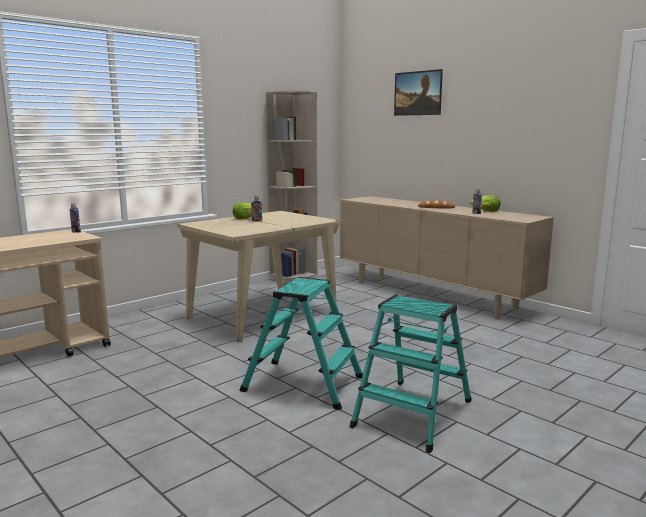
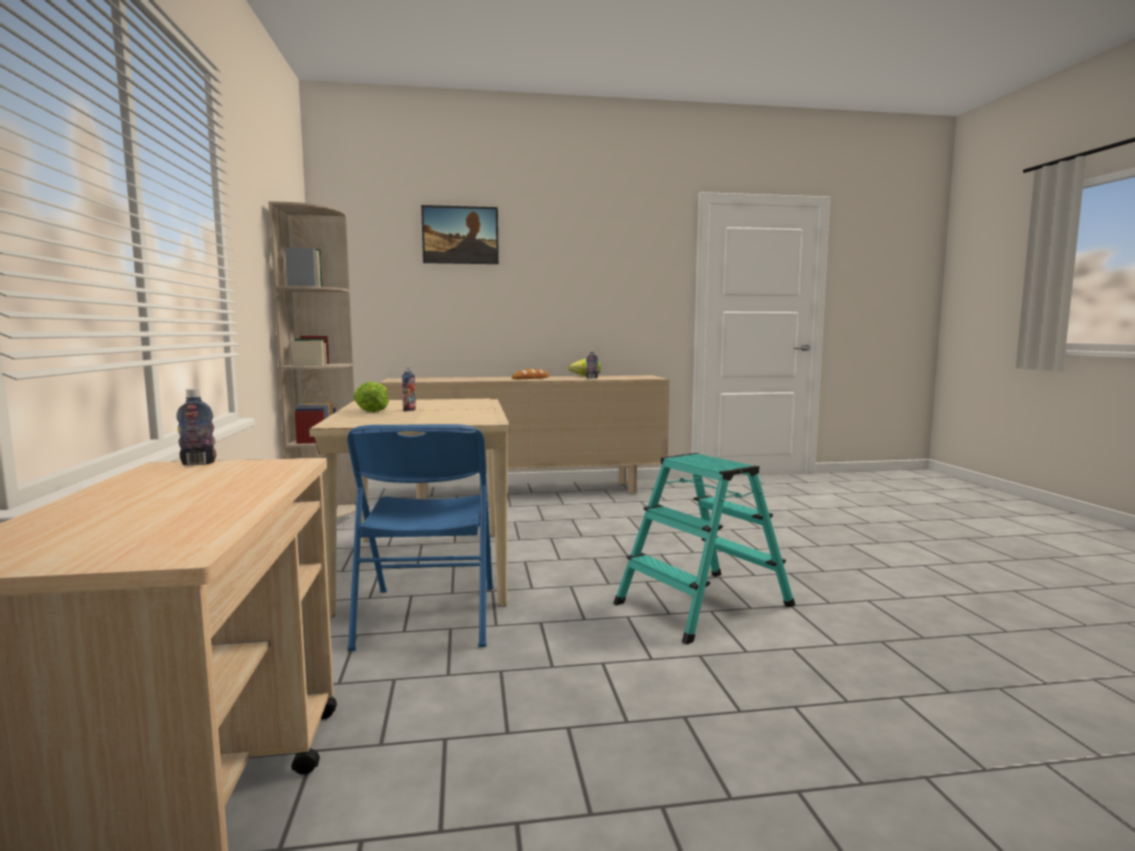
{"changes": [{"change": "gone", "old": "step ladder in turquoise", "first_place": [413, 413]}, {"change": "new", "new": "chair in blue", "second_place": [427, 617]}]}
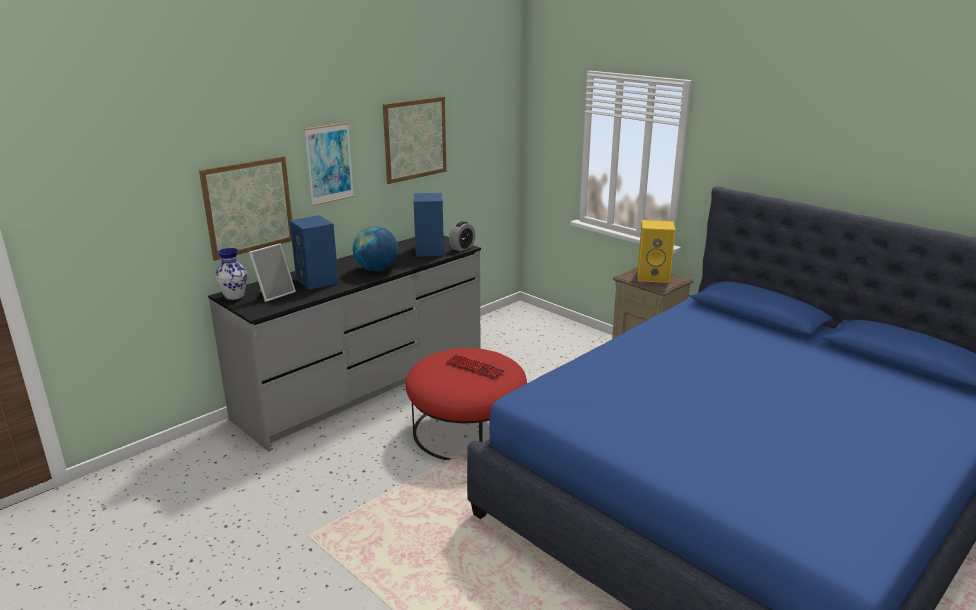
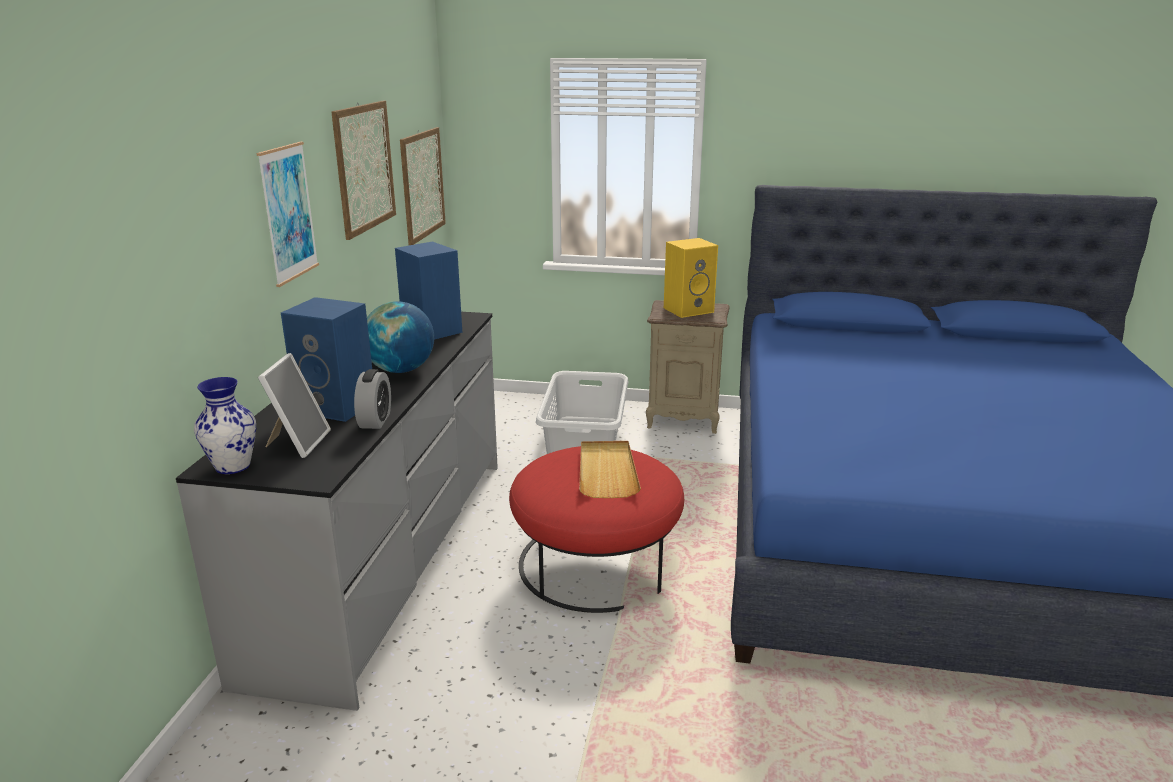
{"changes": [{"change": "shifted", "old": "picture", "first_place": [248, 206], "second_place": [422, 183]}, {"change": "shifted", "old": "alarm clock", "first_place": [462, 248], "second_place": [375, 420]}, {"change": "swapped", "old": "keyboard", "new": "tray in beige", "first_place": [474, 368], "second_place": [607, 471]}, {"change": "new", "new": "laundry basket in grey", "second_place": [585, 439]}]}
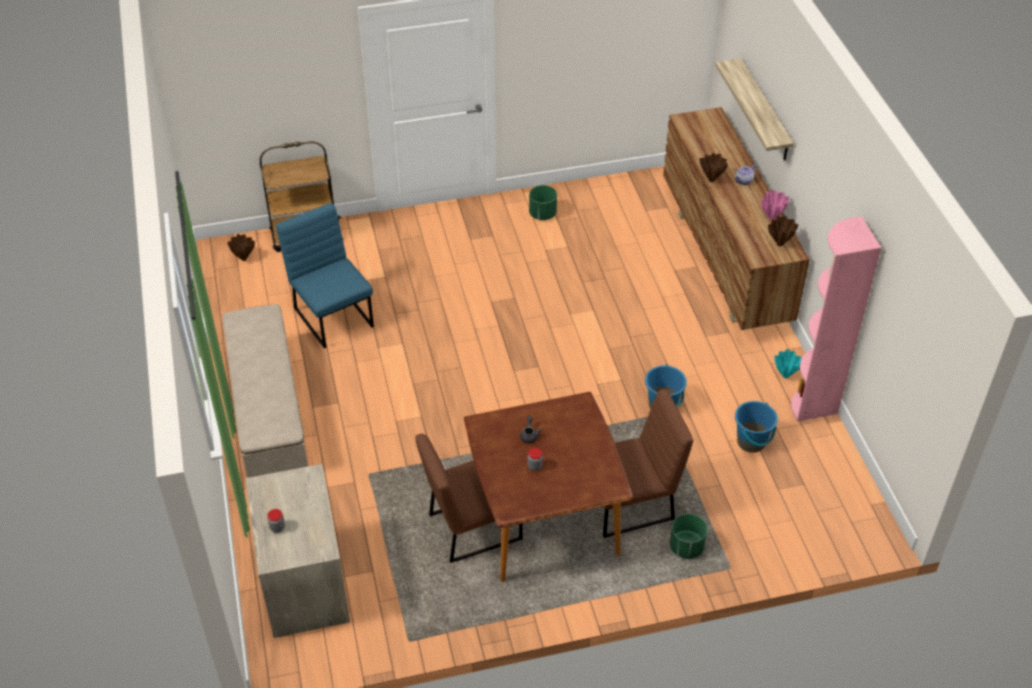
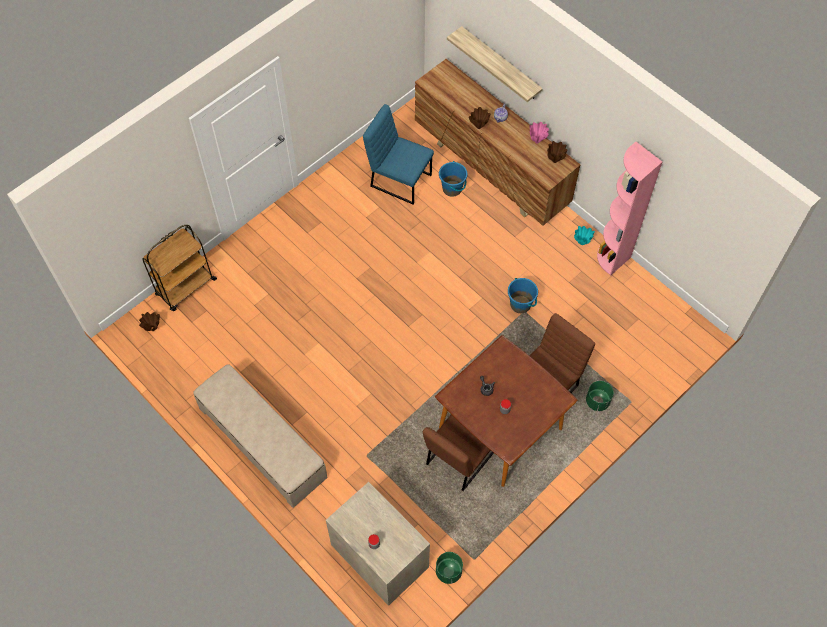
{"changes": [{"change": "shifted", "old": "planter in green", "first_place": [542, 214], "second_place": [448, 571]}, {"change": "shifted", "old": "chair in blue", "first_place": [333, 315], "second_place": [399, 179]}, {"change": "shifted", "old": "bucket in blue", "first_place": [751, 442], "second_place": [452, 188]}]}
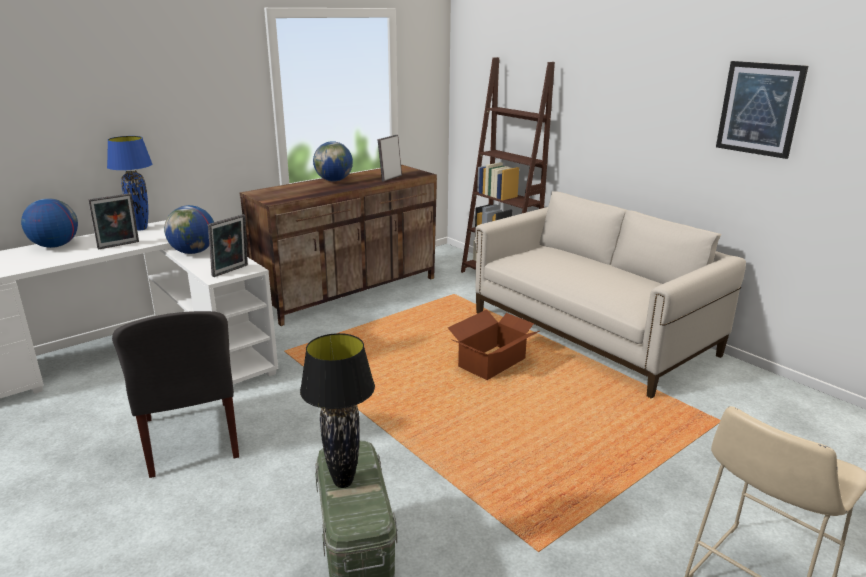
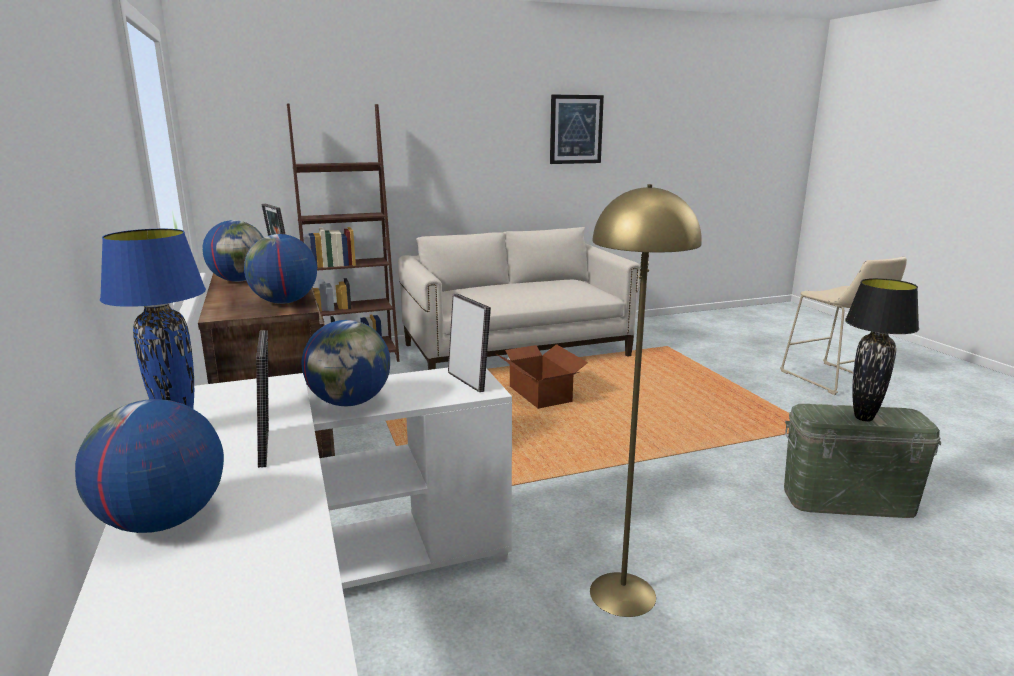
{"changes": [{"change": "swapped", "old": "chair in grey", "new": "floor lamp in yellow", "first_place": [191, 440], "second_place": [623, 594]}, {"change": "new", "new": "globe", "second_place": [284, 302]}]}
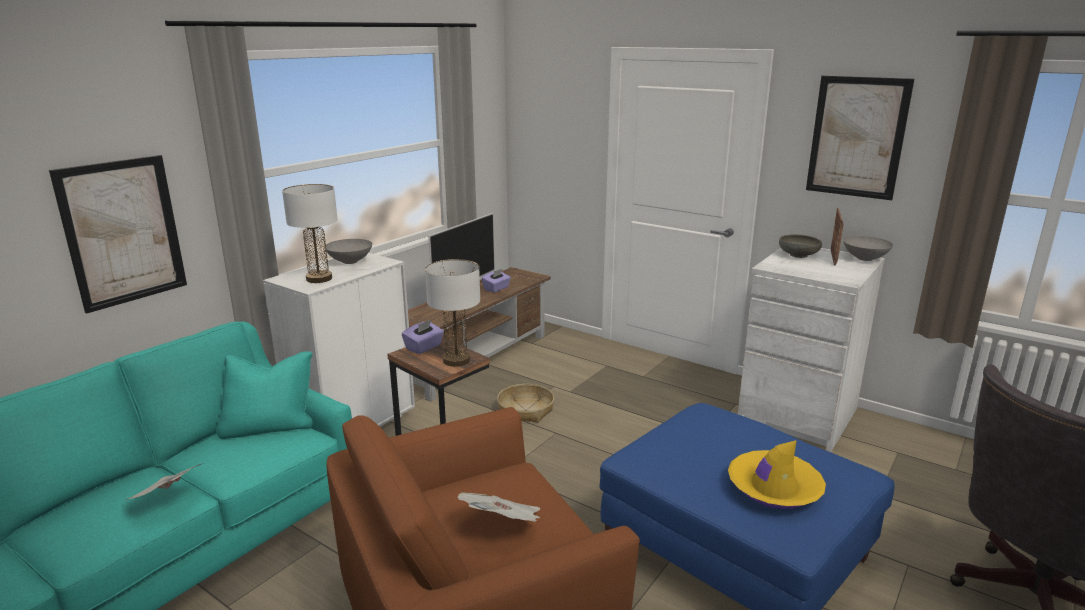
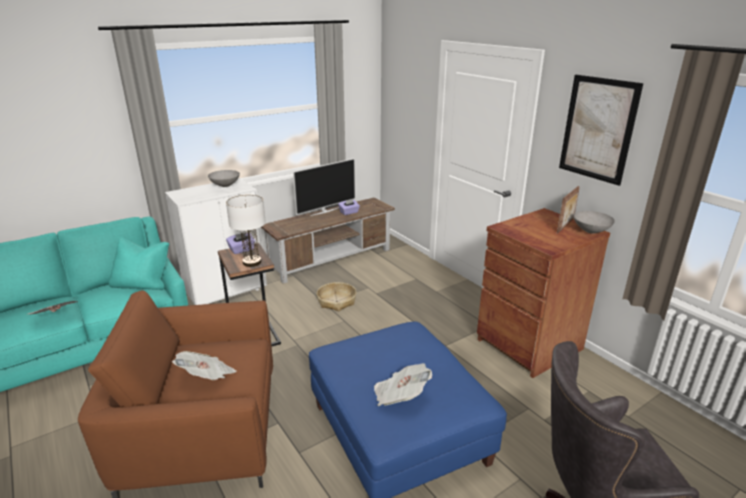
{"changes": [{"change": "gone", "old": "picture", "first_place": [123, 232]}, {"change": "gone", "old": "table lamp", "first_place": [318, 279]}, {"change": "gone", "old": "bowl in grey", "first_place": [798, 255]}, {"change": "repainted", "old": "dresser in white", "new": "dresser in brown", "first_place": [798, 416], "second_place": [529, 345]}, {"change": "swapped", "old": "hat in yellow", "new": "newspaper", "first_place": [774, 488], "second_place": [400, 396]}]}
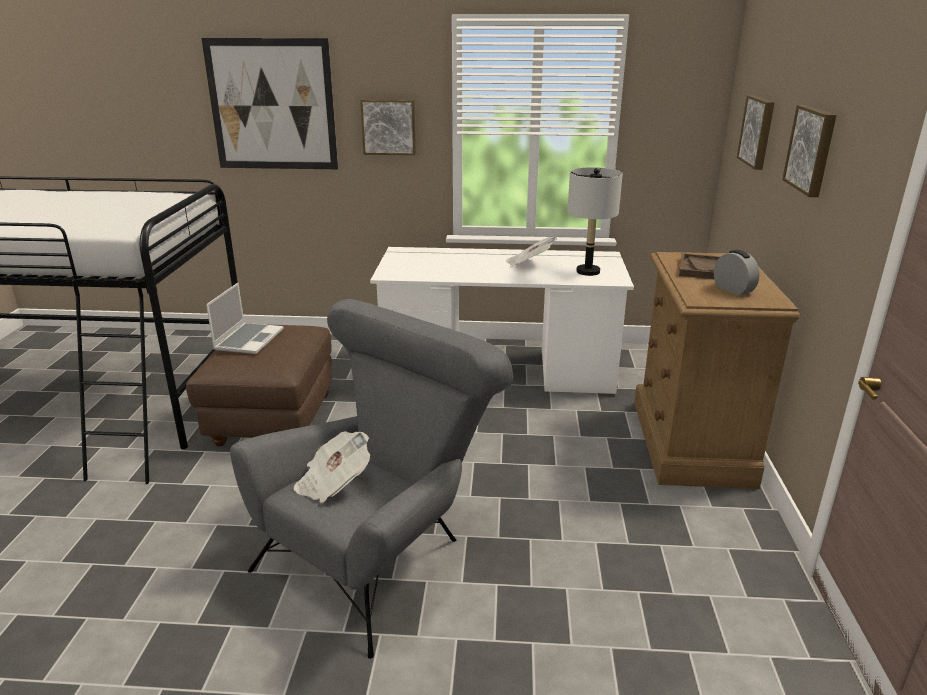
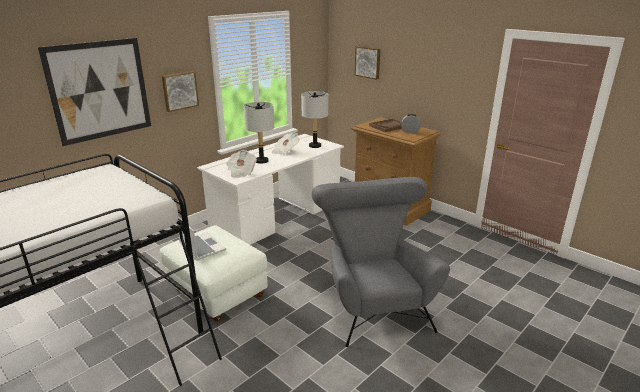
{"changes": [{"change": "gone", "old": "picture", "first_place": [812, 149]}, {"change": "repainted", "old": "ottoman in brown", "new": "ottoman in white", "first_place": [272, 417], "second_place": [217, 292]}, {"change": "shifted", "old": "newspaper", "first_place": [333, 483], "second_place": [241, 172]}, {"change": "new", "new": "table lamp in grey", "second_place": [261, 161]}]}
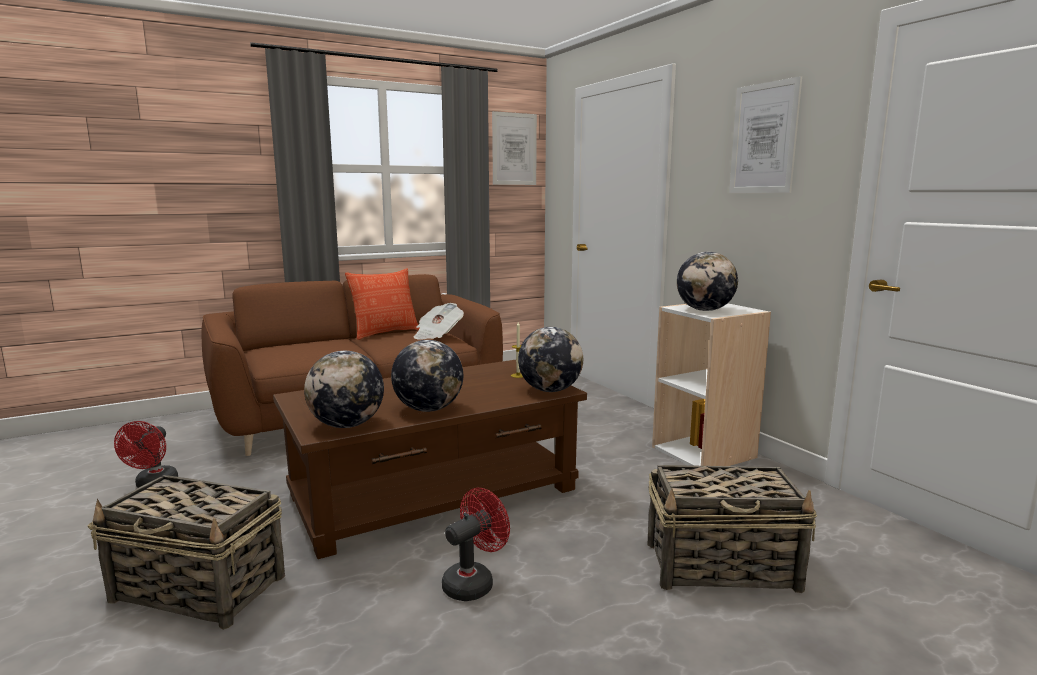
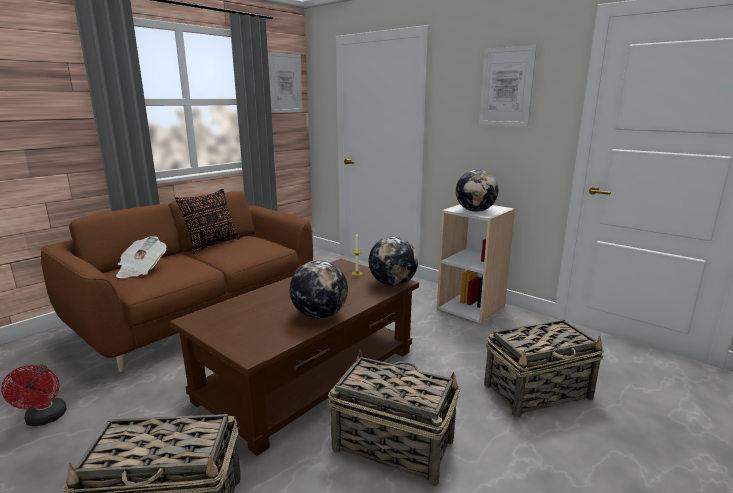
{"changes": [{"change": "repainted", "old": "pillow in orange", "new": "pillow in black", "first_place": [385, 333], "second_place": [212, 245]}, {"change": "shifted", "old": "newspaper", "first_place": [437, 335], "second_place": [141, 270]}, {"change": "gone", "old": "globe", "first_place": [347, 425]}, {"change": "swapped", "old": "fan in red", "new": "basket", "first_place": [474, 582], "second_place": [392, 444]}]}
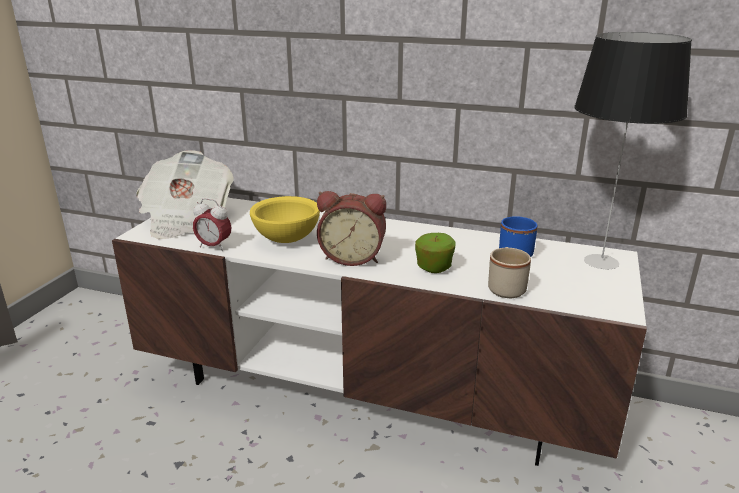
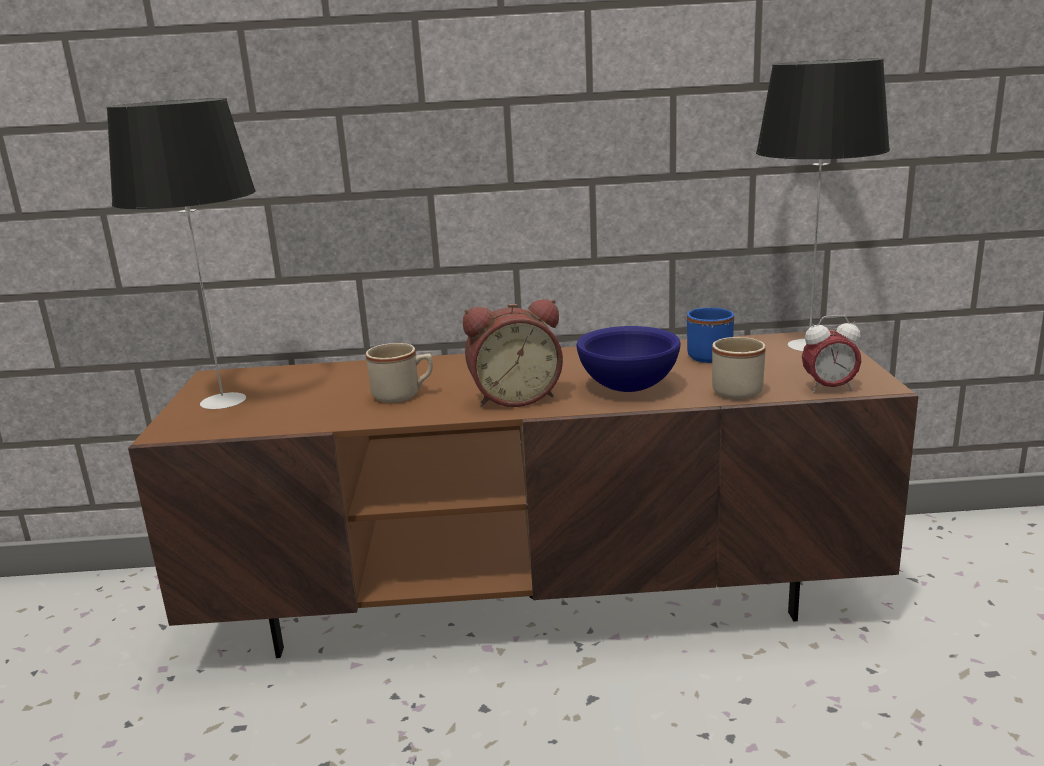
{"changes": [{"change": "swapped", "old": "newspaper", "new": "table lamp", "first_place": [186, 219], "second_place": [223, 401]}, {"change": "swapped", "old": "bowl in yellow", "new": "mug in beige", "first_place": [288, 239], "second_place": [403, 395]}, {"change": "repainted", "old": "tv stand in white", "new": "tv stand in brown", "first_place": [370, 389], "second_place": [534, 595]}, {"change": "shifted", "old": "alarm clock", "first_place": [214, 247], "second_place": [829, 389]}, {"change": "swapped", "old": "apple", "new": "bowl in blue", "first_place": [434, 268], "second_place": [629, 388]}]}
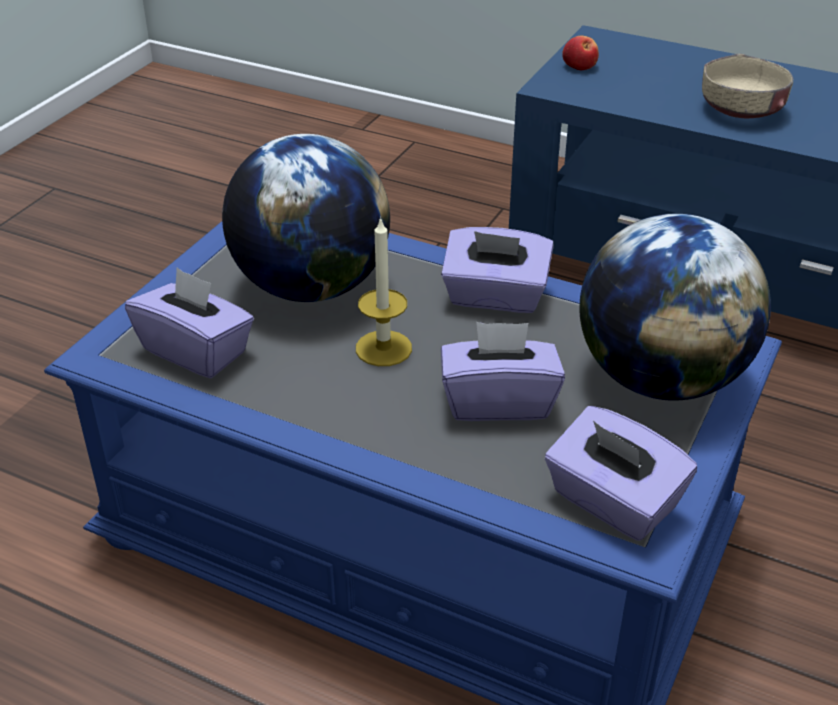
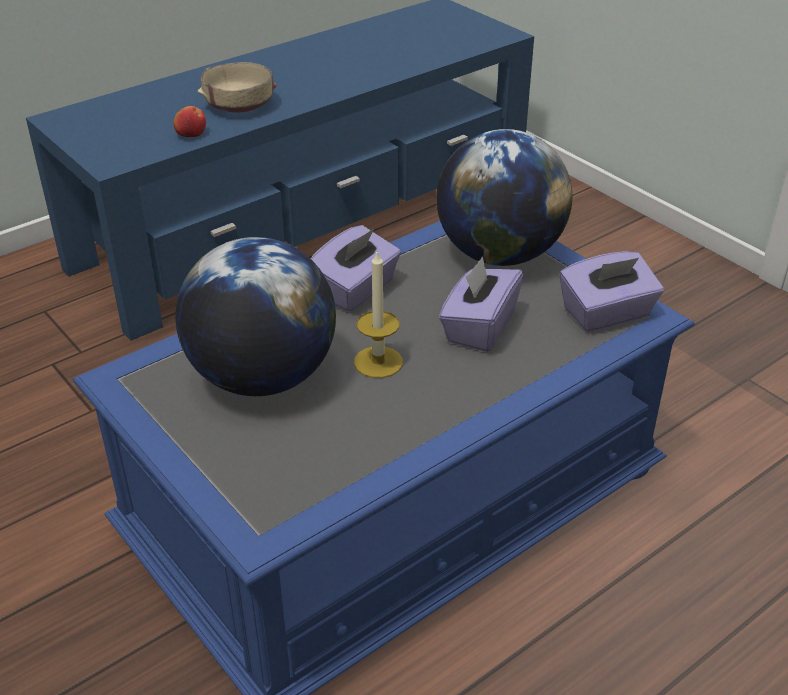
{"changes": [{"change": "shifted", "old": "apple", "first_place": [579, 66], "second_place": [191, 134]}, {"change": "gone", "old": "tissue box in purple", "first_place": [196, 351]}]}
